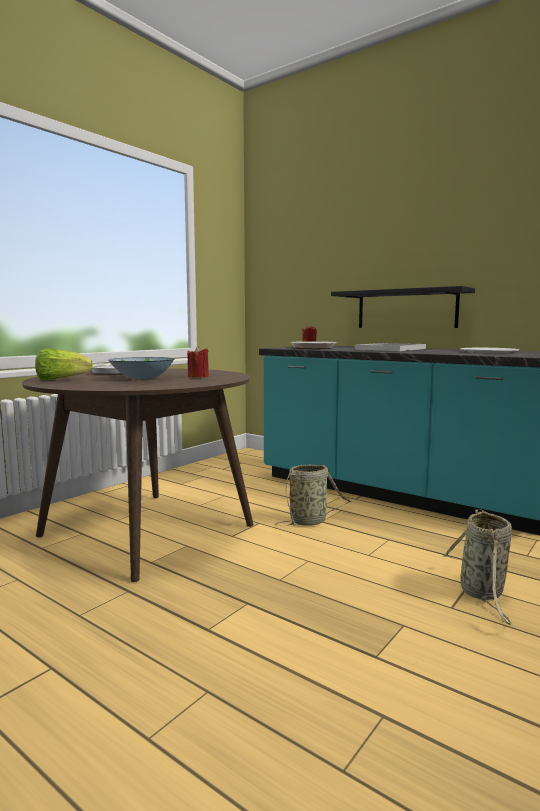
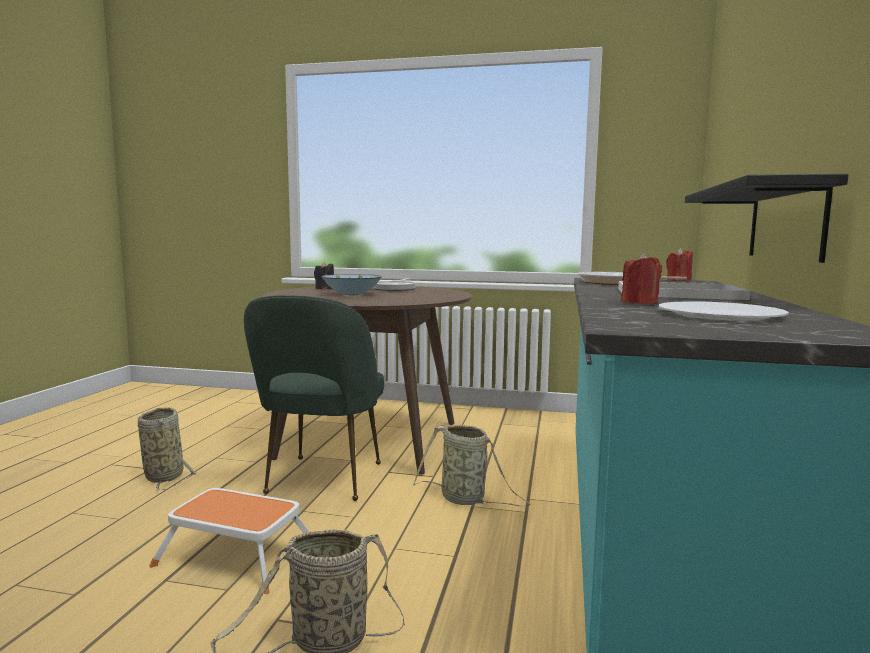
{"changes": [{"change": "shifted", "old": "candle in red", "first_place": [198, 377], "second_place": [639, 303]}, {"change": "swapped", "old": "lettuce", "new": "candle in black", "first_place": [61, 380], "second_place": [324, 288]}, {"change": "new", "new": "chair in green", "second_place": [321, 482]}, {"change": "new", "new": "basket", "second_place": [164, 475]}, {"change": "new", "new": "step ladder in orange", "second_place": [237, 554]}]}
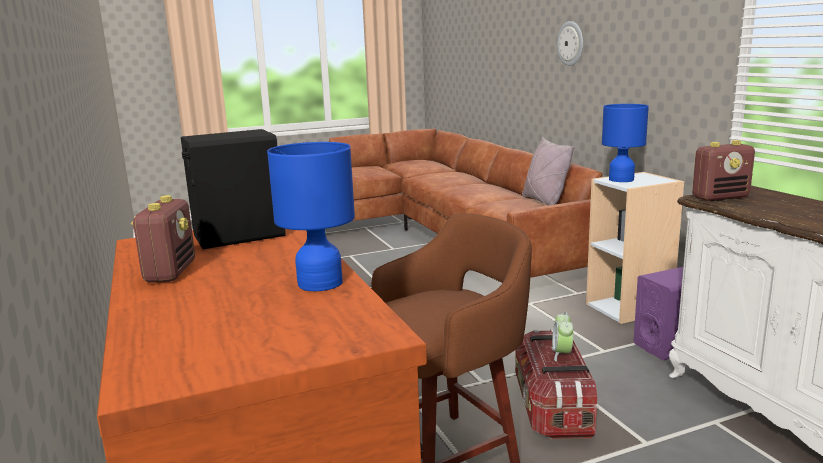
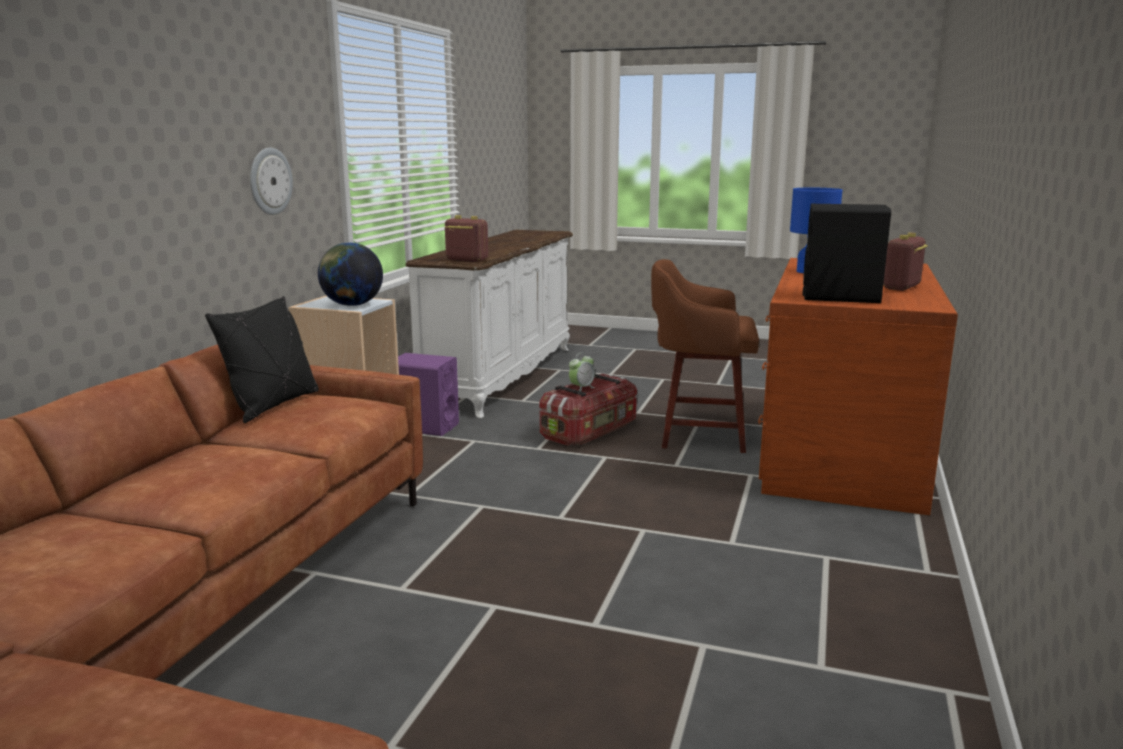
{"changes": [{"change": "shifted", "old": "wall clock", "first_place": [571, 43], "second_place": [269, 181]}, {"change": "swapped", "old": "table lamp in blue", "new": "globe", "first_place": [621, 180], "second_place": [352, 305]}, {"change": "repainted", "old": "pillow in purple", "new": "pillow in black", "first_place": [544, 202], "second_place": [273, 405]}]}
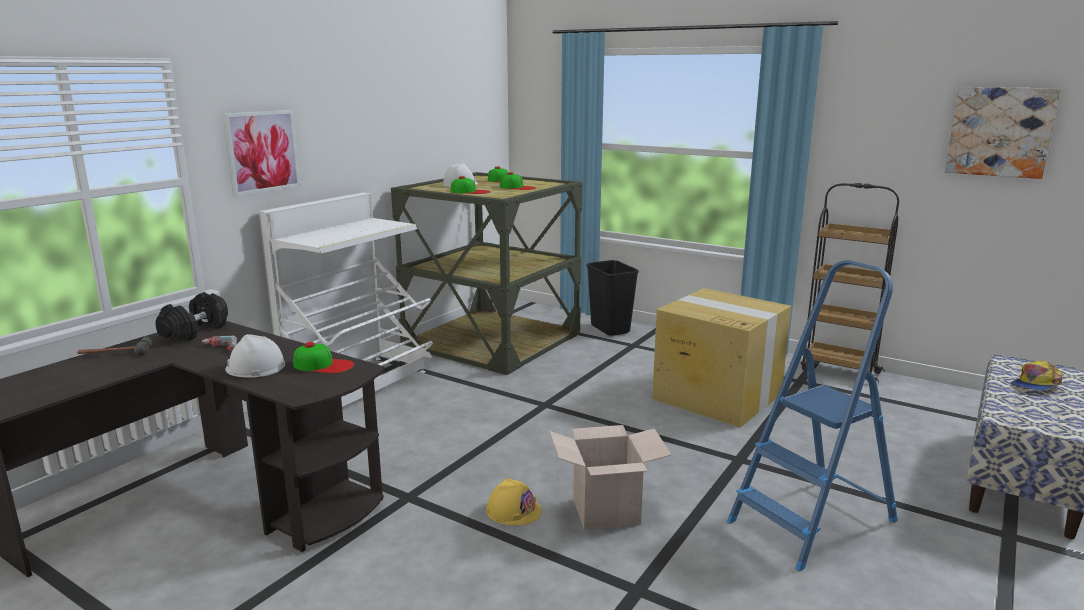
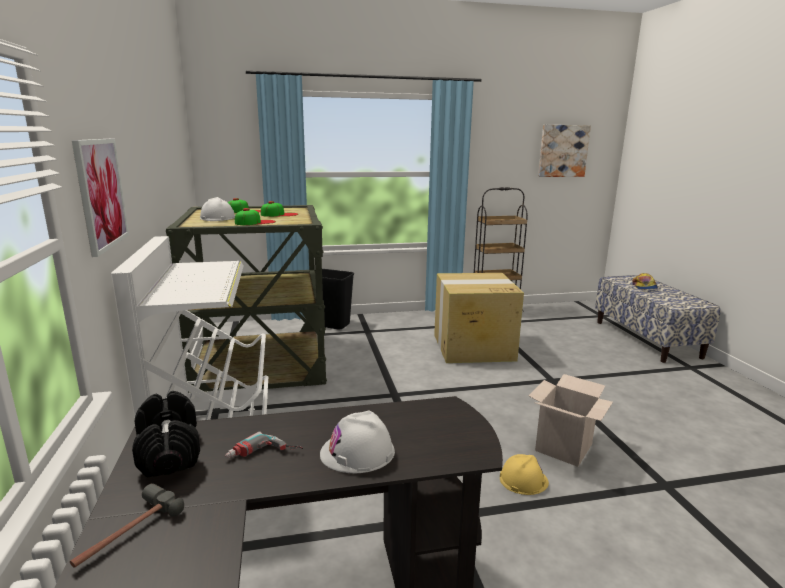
{"changes": [{"change": "gone", "old": "step ladder in blue", "first_place": [811, 521]}, {"change": "gone", "old": "cap", "first_place": [323, 365]}]}
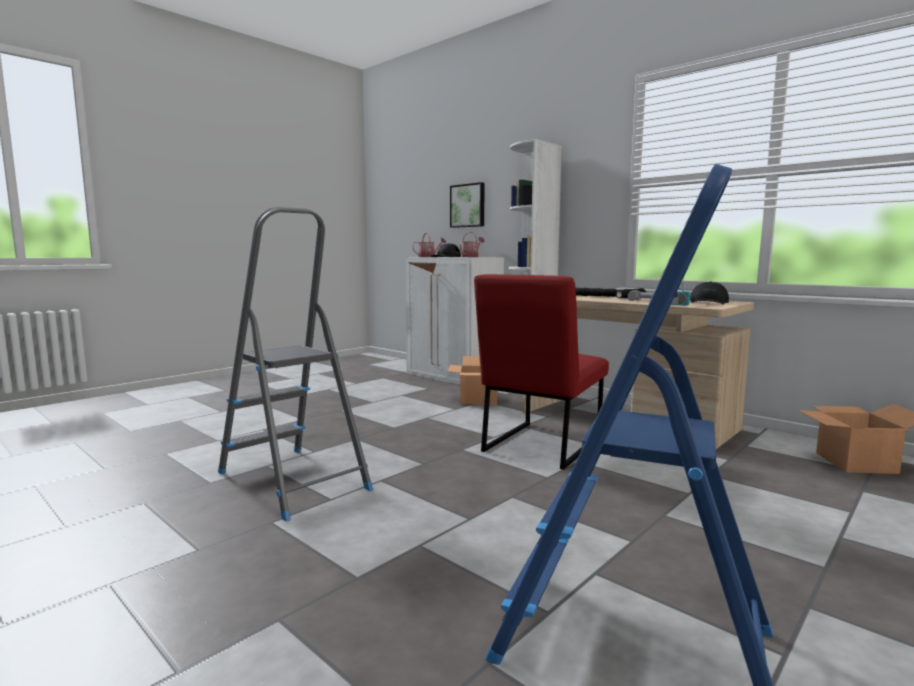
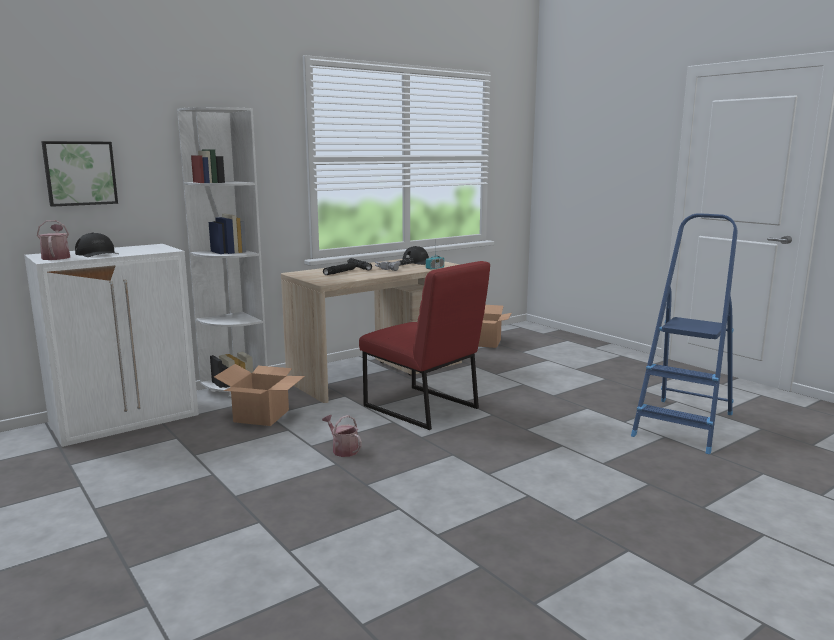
{"changes": [{"change": "gone", "old": "step ladder in grey", "first_place": [291, 479]}, {"change": "shifted", "old": "watering can", "first_place": [471, 257], "second_place": [343, 450]}]}
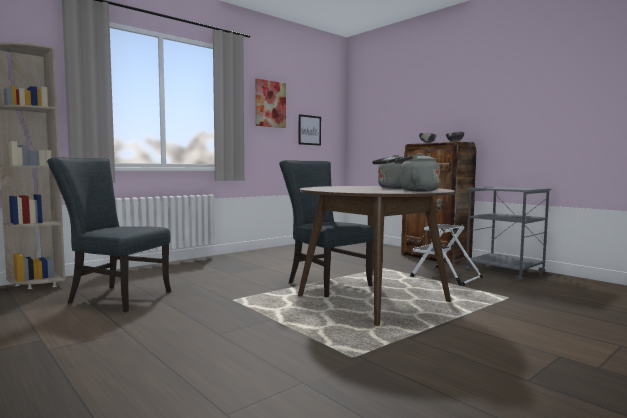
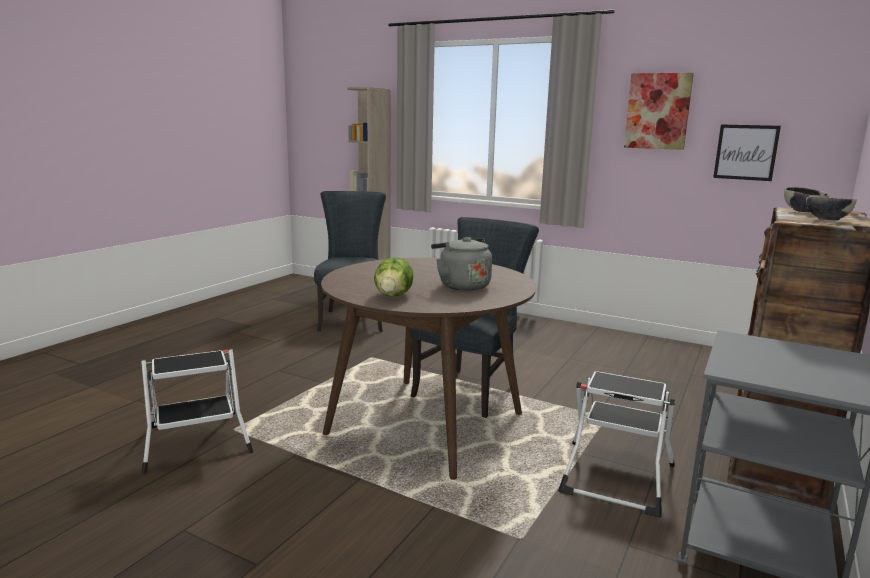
{"changes": [{"change": "swapped", "old": "kettle in grey", "new": "lettuce", "first_place": [416, 190], "second_place": [393, 296]}, {"change": "new", "new": "step ladder", "second_place": [196, 440]}]}
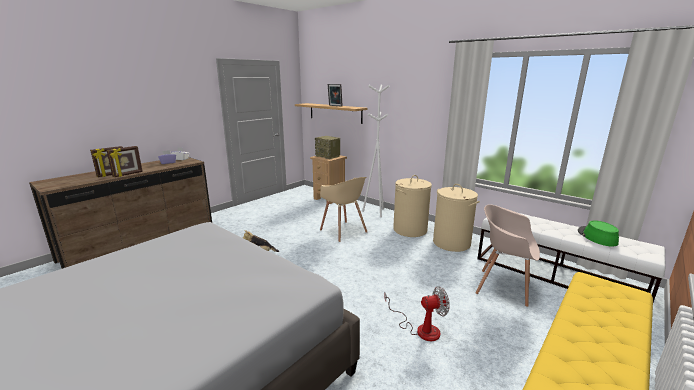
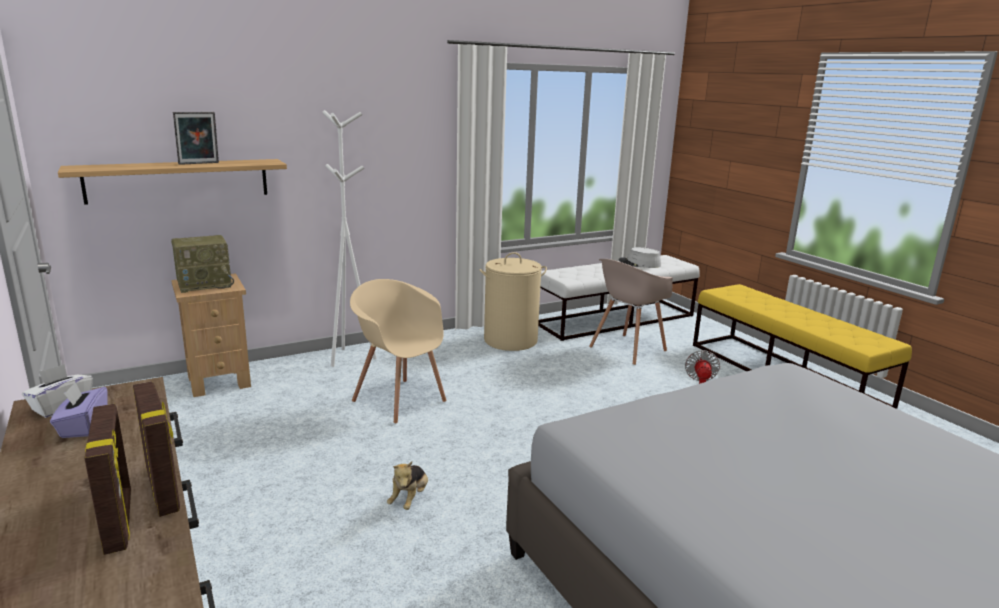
{"changes": [{"change": "gone", "old": "laundry basket in beige", "first_place": [410, 230]}, {"change": "rotated", "old": "chair in beige", "first_place": [343, 231], "second_place": [399, 400], "degrees": -120}, {"change": "repainted", "old": "hat in green", "new": "hat in grey", "first_place": [596, 237], "second_place": [639, 263]}]}
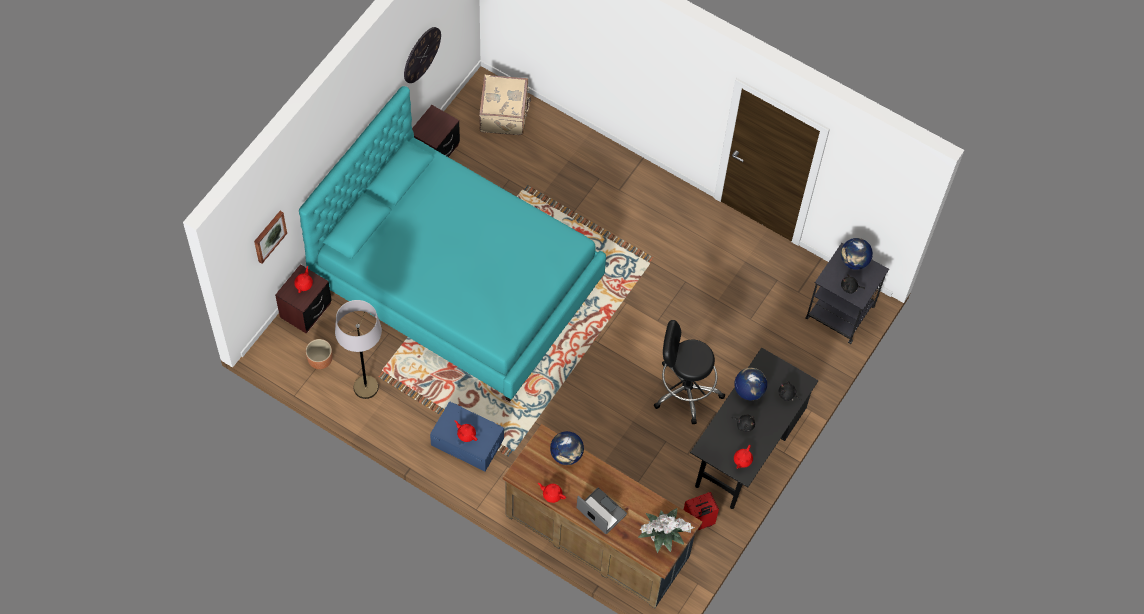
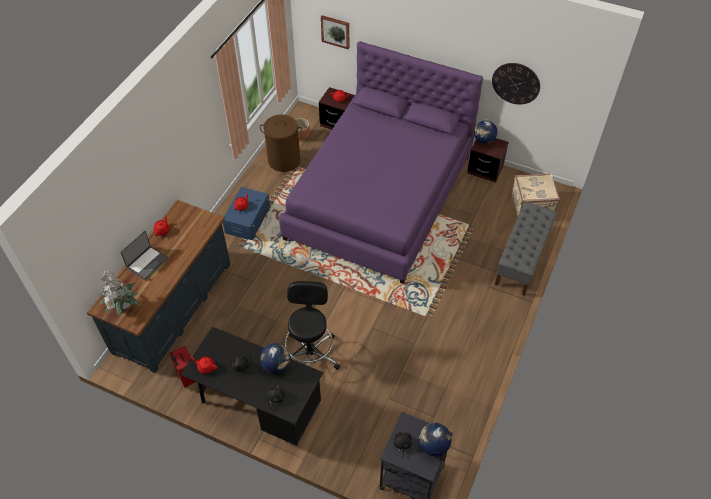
{"changes": [{"change": "repainted", "old": "bed in turquoise", "new": "bed in purple", "first_place": [456, 279], "second_place": [380, 196]}, {"change": "swapped", "old": "floor lamp in grey", "new": "laundry basket in brown", "first_place": [366, 387], "second_place": [284, 161]}, {"change": "shifted", "old": "globe", "first_place": [566, 455], "second_place": [484, 140]}, {"change": "new", "new": "bench in grey", "second_place": [522, 259]}]}
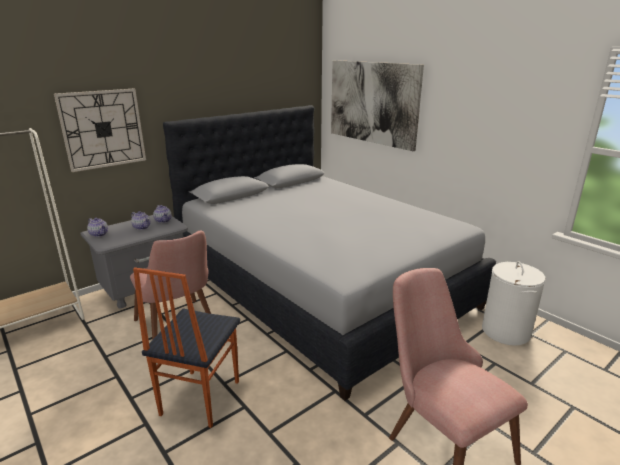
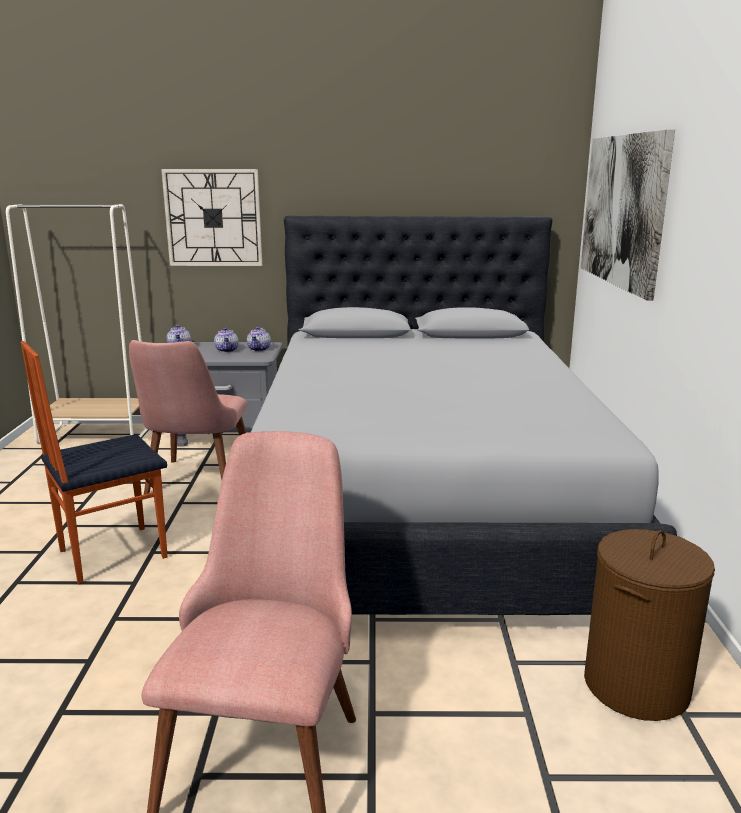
{"changes": [{"change": "repainted", "old": "laundry basket in white", "new": "laundry basket in brown", "first_place": [506, 331], "second_place": [636, 686]}]}
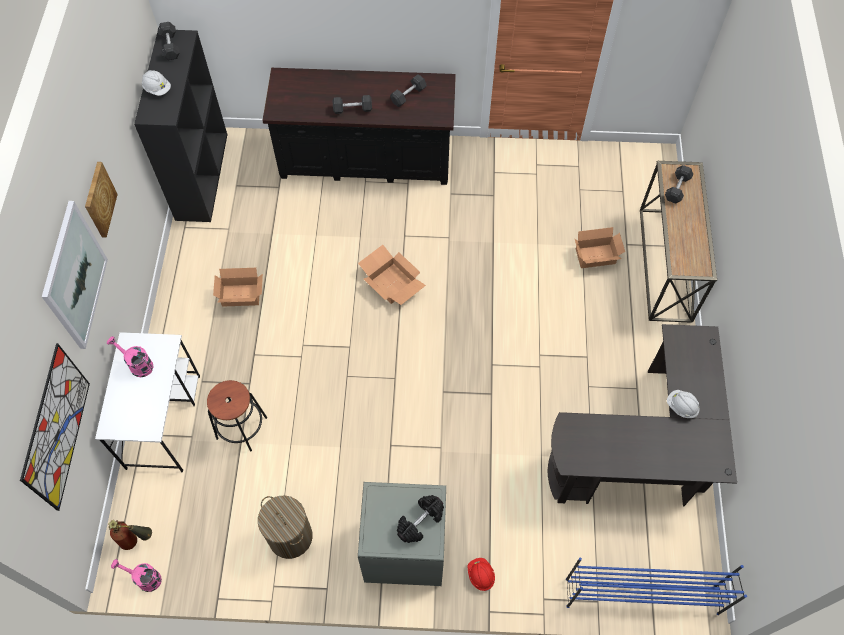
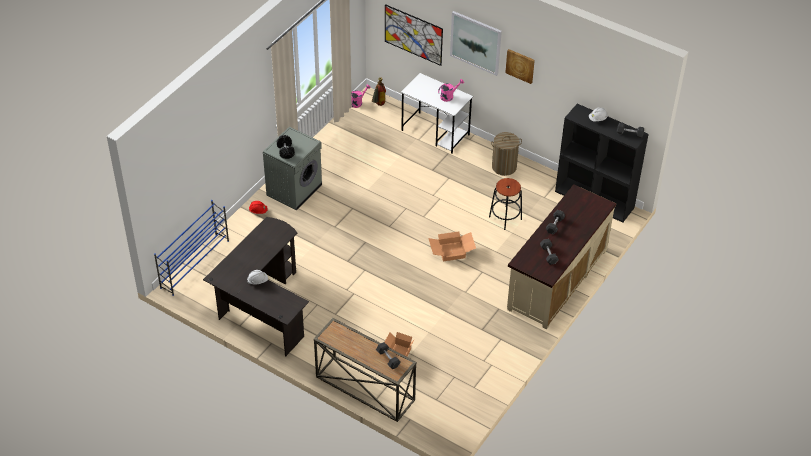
{"changes": [{"change": "repainted", "old": "cabinet in black", "new": "cabinet in beige", "first_place": [366, 158], "second_place": [556, 280]}, {"change": "gone", "old": "cardboard box", "first_place": [242, 296]}, {"change": "shifted", "old": "stool in black", "first_place": [241, 428], "second_place": [505, 218]}, {"change": "shifted", "old": "laundry basket", "first_place": [290, 536], "second_place": [504, 167]}]}
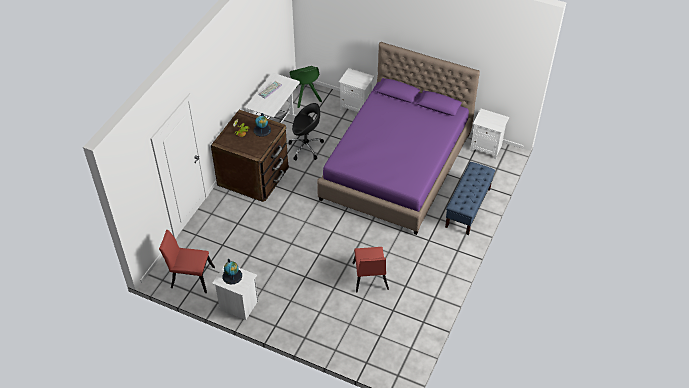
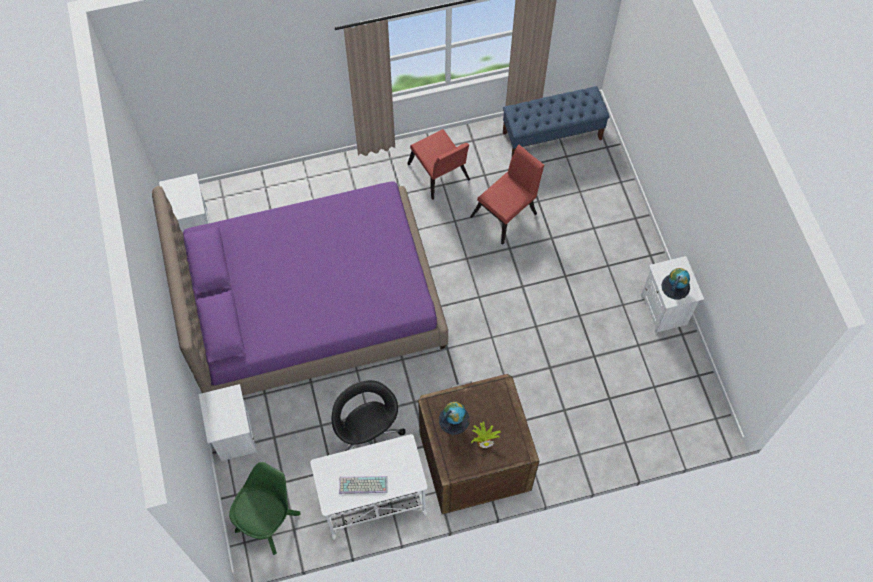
{"changes": [{"change": "shifted", "old": "bench in blue", "first_place": [468, 208], "second_place": [552, 135]}, {"change": "shifted", "old": "chair in red", "first_place": [190, 276], "second_place": [440, 175]}]}
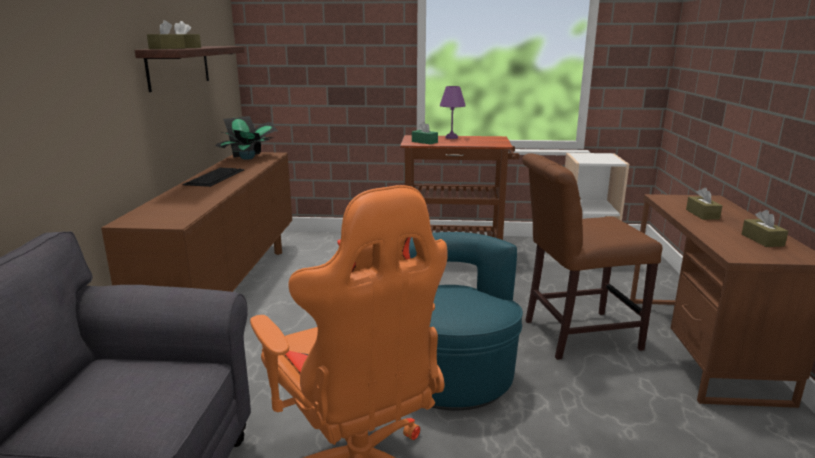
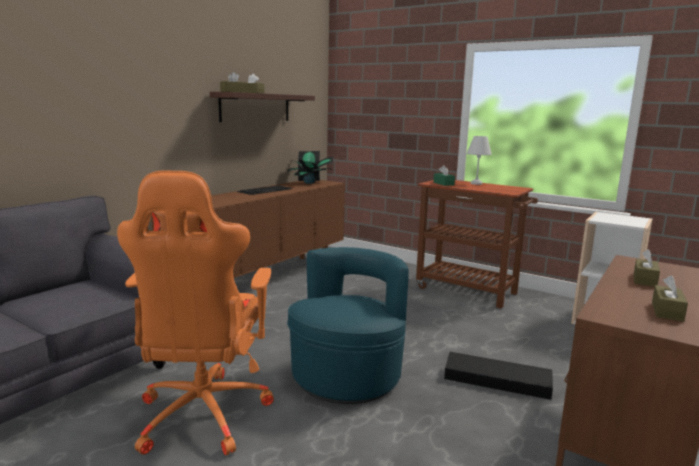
{"changes": [{"change": "repainted", "old": "table lamp in purple", "new": "table lamp in white", "first_place": [452, 137], "second_place": [477, 183]}, {"change": "swapped", "old": "chair in brown", "new": "storage box in black", "first_place": [574, 334], "second_place": [496, 381]}]}
